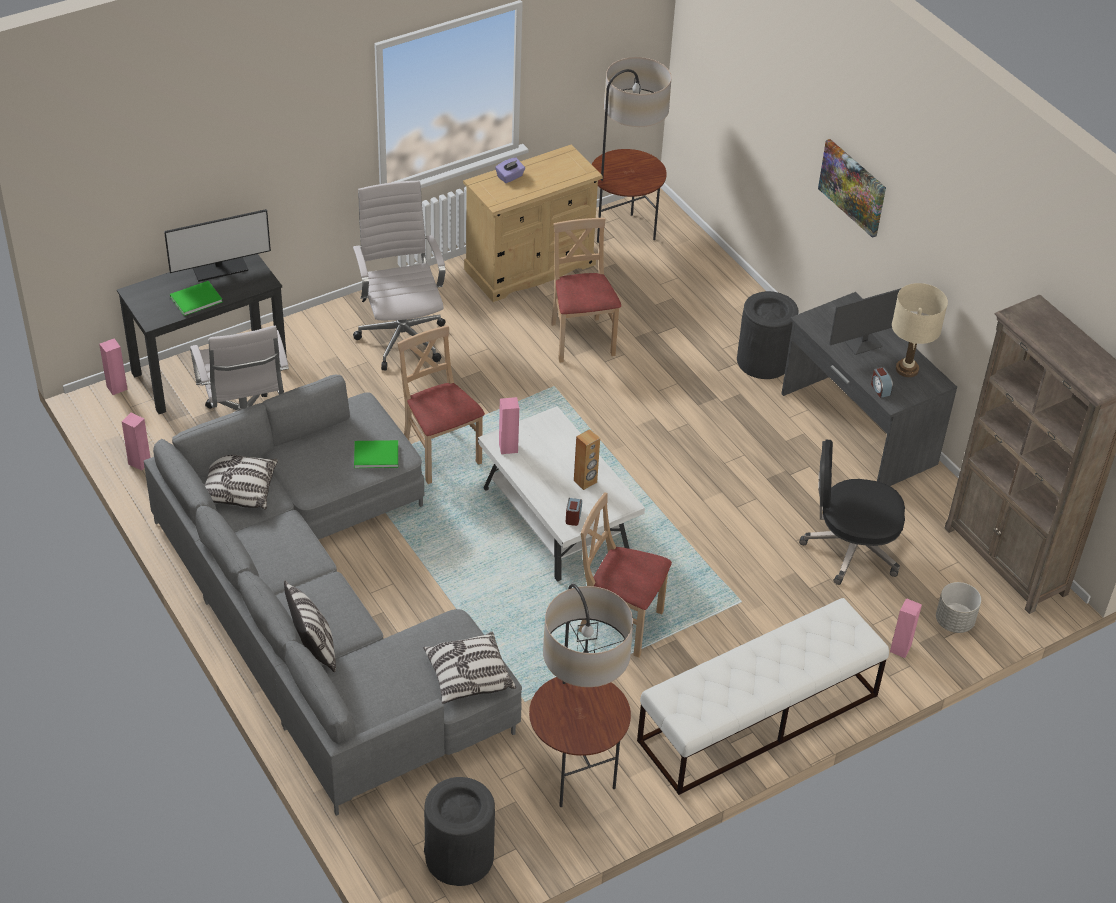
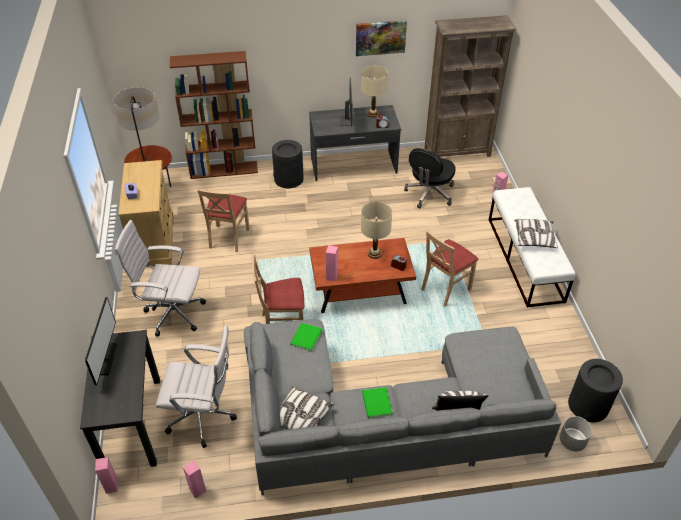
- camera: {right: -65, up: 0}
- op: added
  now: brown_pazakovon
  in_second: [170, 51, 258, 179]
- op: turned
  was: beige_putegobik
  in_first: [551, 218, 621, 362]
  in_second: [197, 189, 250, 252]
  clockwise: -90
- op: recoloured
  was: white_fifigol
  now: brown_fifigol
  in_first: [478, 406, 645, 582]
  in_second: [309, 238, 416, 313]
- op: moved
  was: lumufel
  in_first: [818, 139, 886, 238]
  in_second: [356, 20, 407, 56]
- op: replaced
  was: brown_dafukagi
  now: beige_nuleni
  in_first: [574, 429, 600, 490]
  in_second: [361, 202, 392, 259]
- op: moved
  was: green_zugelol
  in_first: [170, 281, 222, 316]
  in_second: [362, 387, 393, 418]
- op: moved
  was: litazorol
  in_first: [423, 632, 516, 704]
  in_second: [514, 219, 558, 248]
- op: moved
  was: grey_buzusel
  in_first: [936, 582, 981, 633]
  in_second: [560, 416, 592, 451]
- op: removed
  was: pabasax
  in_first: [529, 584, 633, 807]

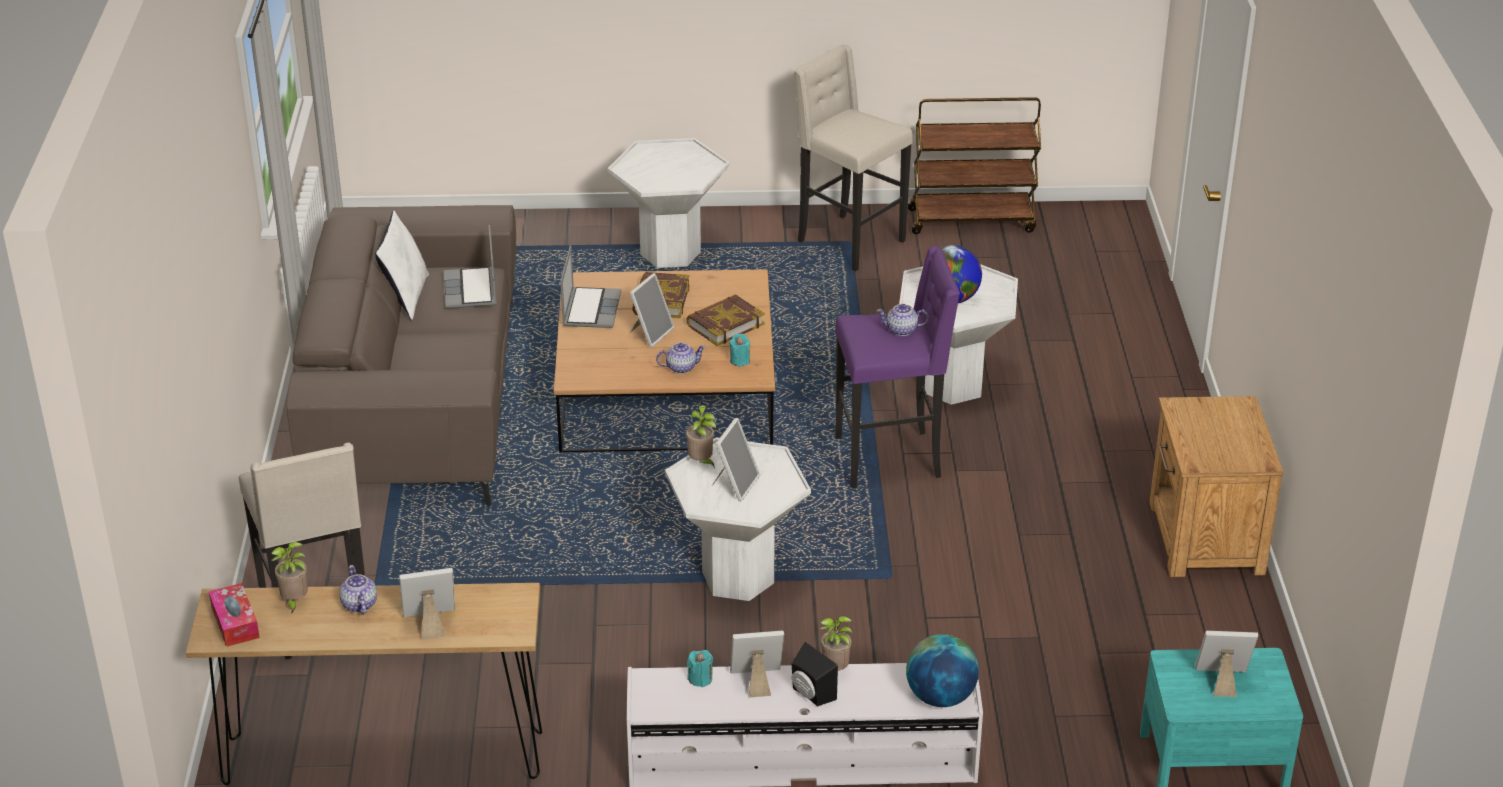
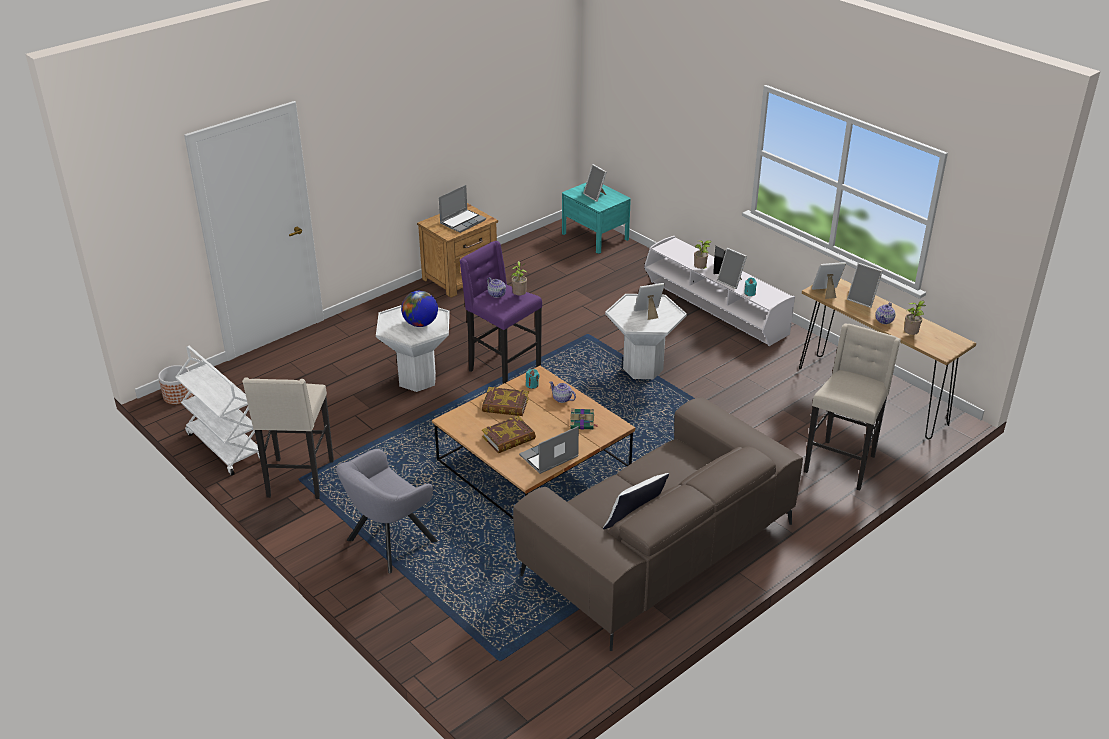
- camera: {right: -130, up: 0}
- op: added
  now: buzusel
  in_second: [158, 365, 193, 404]
- op: recoloured
  was: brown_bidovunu
  now: white_bidovunu
  in_first: [908, 97, 1041, 234]
  in_second: [176, 346, 260, 476]
- op: replaced
  was: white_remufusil
  now: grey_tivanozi
  in_first: [608, 138, 729, 268]
  in_second: [336, 449, 438, 574]
- op: moved
  was: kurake
  in_first: [444, 225, 496, 309]
  in_second: [439, 185, 486, 233]
- op: moved
  was: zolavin
  in_first: [686, 405, 716, 468]
  in_second: [511, 261, 528, 295]
- op: added
  now: zugelol
  in_second: [570, 409, 598, 430]
- op: moved
  was: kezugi
  in_first: [630, 273, 675, 347]
  in_second: [812, 262, 846, 299]
- op: removed
  was: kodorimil
  in_first: [209, 583, 260, 647]
- op: removed
  was: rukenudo
  in_first: [906, 634, 979, 707]

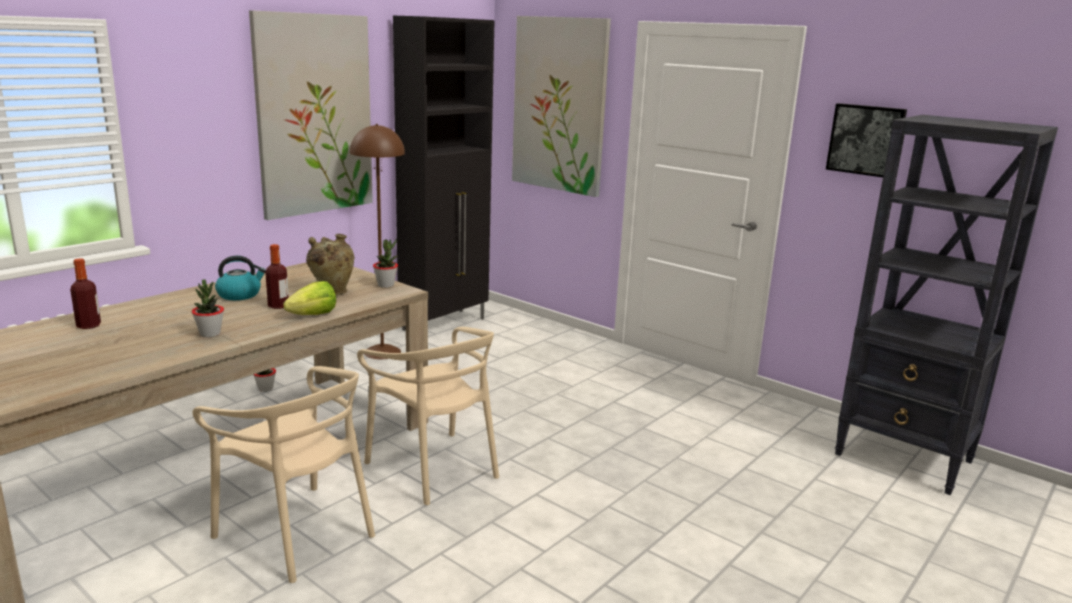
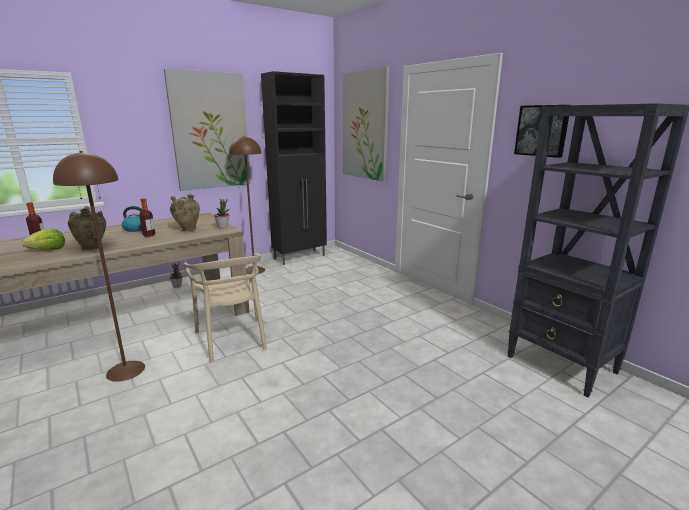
- camera: {right: 15, up: 0}
- op: moved
  was: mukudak
  in_first: [283, 281, 336, 315]
  in_second: [22, 228, 65, 250]
- op: replaced
  was: beige_putegobik
  now: brown_pabasax
  in_first: [193, 366, 375, 583]
  in_second: [53, 151, 145, 382]
- op: replaced
  was: zolavin
  now: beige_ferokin
  in_first: [192, 279, 224, 337]
  in_second: [68, 206, 106, 250]

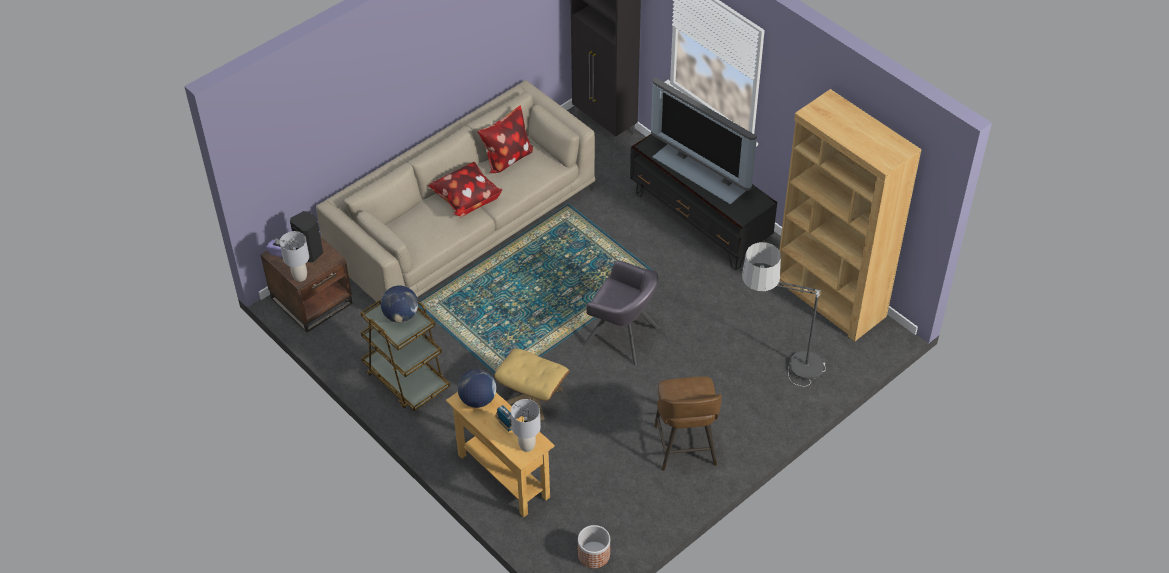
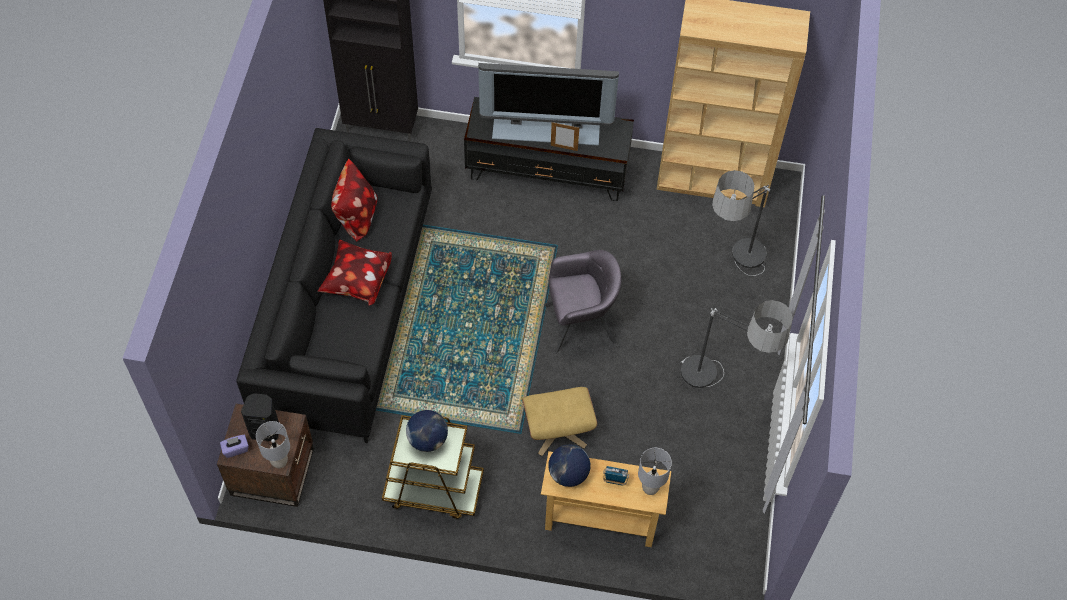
- camera: {right: -40, up: 10}
- op: recoloured
  was: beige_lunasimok
  now: black_lunasimok
  in_first: [316, 80, 595, 304]
  in_second: [236, 128, 432, 443]
- op: added
  now: kezugi
  in_second: [551, 122, 579, 151]
- op: replaced
  was: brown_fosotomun
  now: pabasax
  in_first: [654, 376, 722, 471]
  in_second: [681, 300, 793, 388]
- op: removed
  was: buzusel
  in_first: [578, 525, 610, 568]

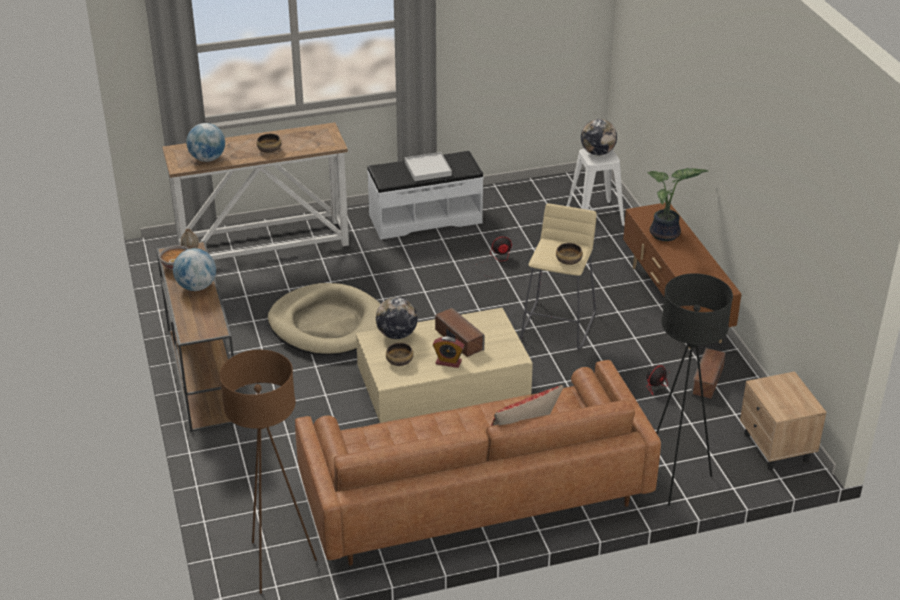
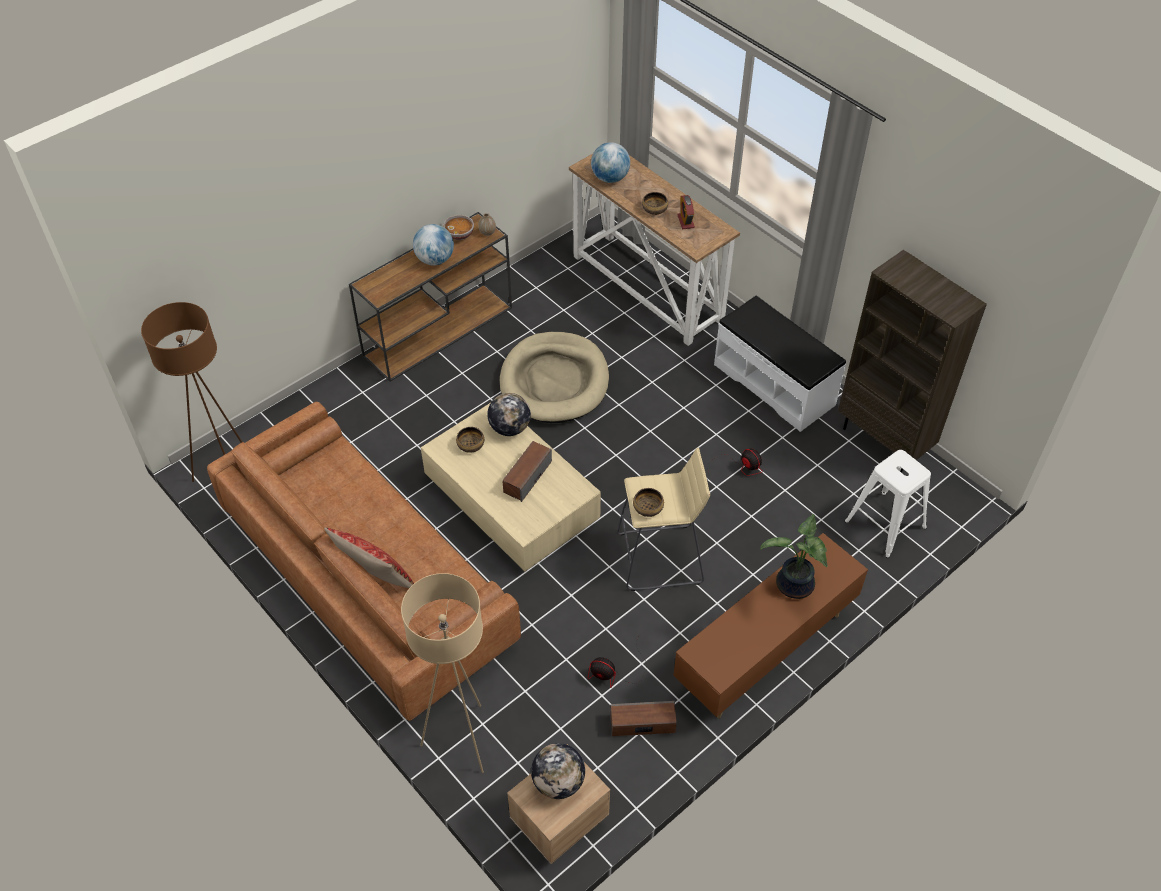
- camera: {right: 65, up: 15}
- op: recoloured
  was: black_pabasax
  now: beige_pabasax
  in_first: [656, 273, 733, 506]
  in_second: [401, 573, 484, 773]
- op: moved
  was: rukenudo
  in_first: [581, 119, 617, 155]
  in_second: [531, 743, 585, 799]
- op: moved
  was: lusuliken
  in_first: [433, 337, 465, 368]
  in_second: [677, 195, 695, 229]
- op: added
  now: brown_pazakovon
  in_second: [838, 250, 987, 473]
- op: removed
  was: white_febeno
  in_first: [405, 152, 452, 181]

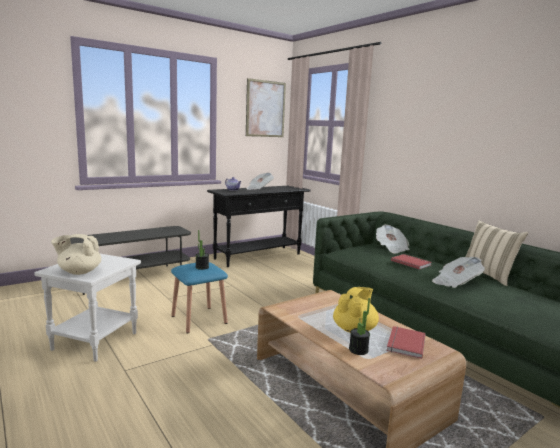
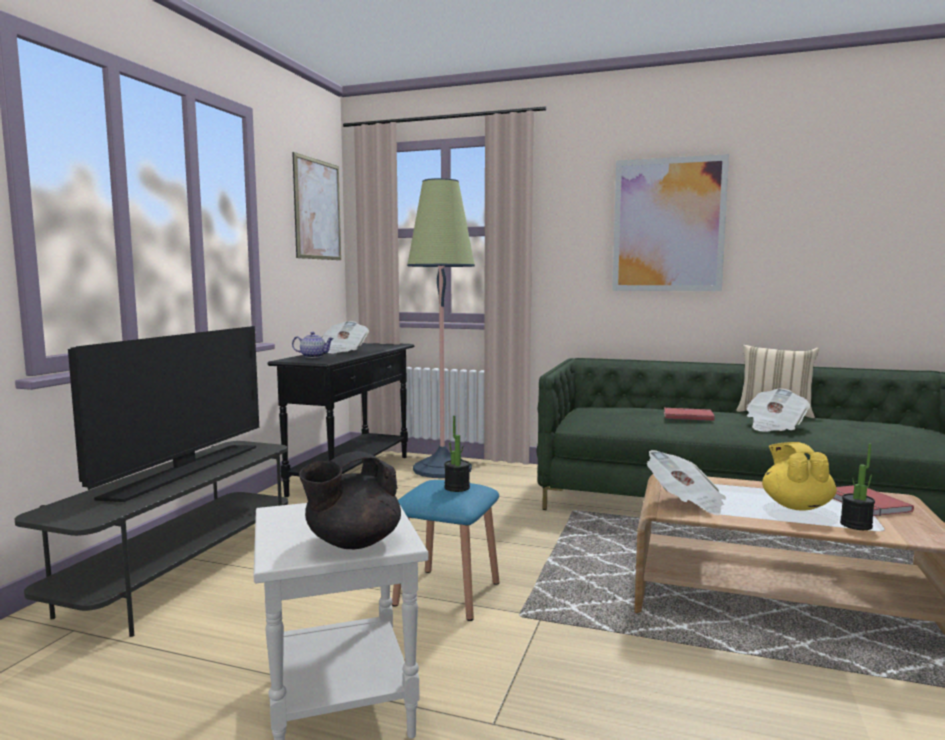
- camera: {right: -35, up: -5}
- op: added
  now: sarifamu
  in_second: [68, 326, 259, 502]
- op: recoloured
  was: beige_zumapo
  now: black_zumapo
  in_first: [51, 234, 101, 275]
  in_second: [299, 451, 401, 549]
- op: added
  now: pabasax
  in_second: [407, 178, 475, 478]
- op: added
  now: lumufel
  in_second: [612, 154, 729, 291]
- op: moved
  was: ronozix
  in_first: [376, 225, 410, 253]
  in_second: [647, 450, 726, 516]

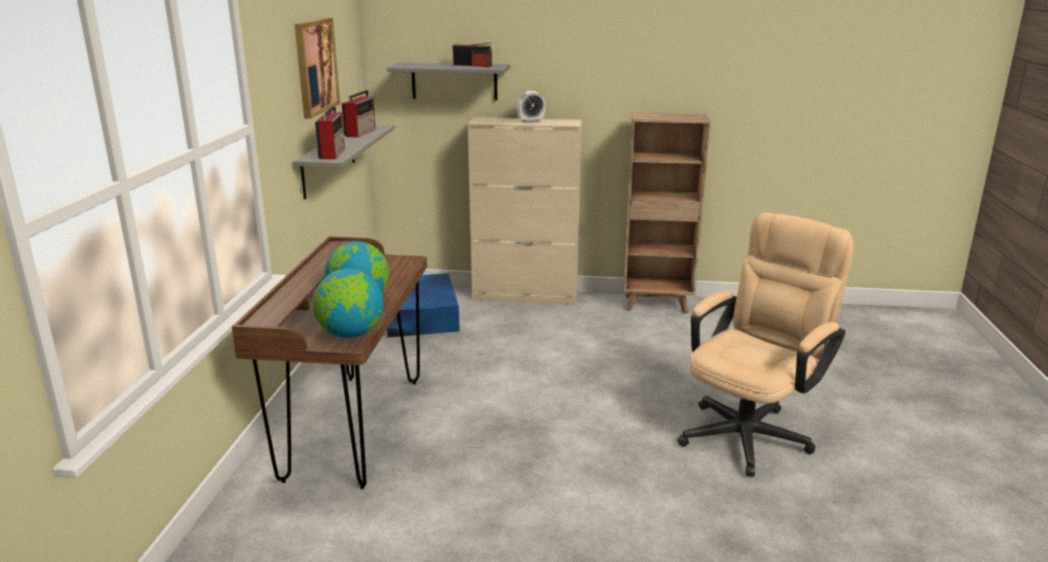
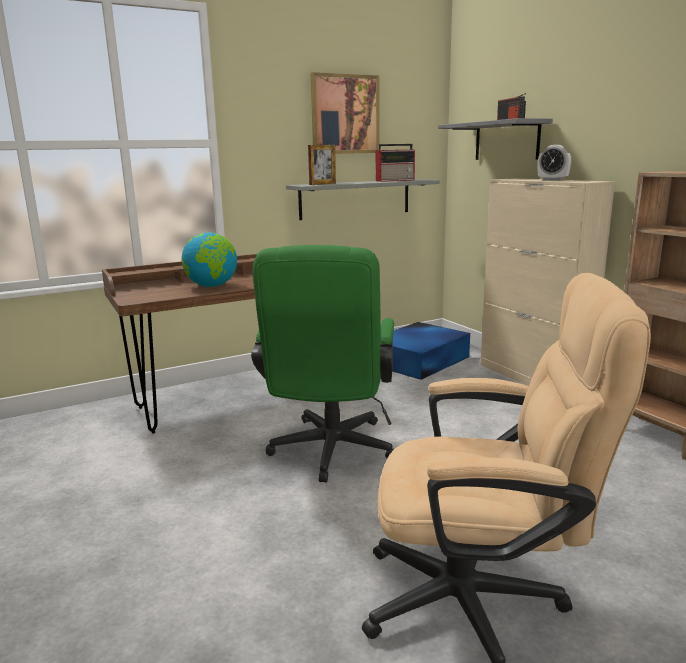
- camera: {right: 55, up: -5}
- op: added
  now: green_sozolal
  in_second: [251, 245, 394, 482]
- op: replaced
  was: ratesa
  now: kezugi
  in_first: [315, 106, 345, 159]
  in_second: [308, 145, 336, 185]
- op: removed
  was: rukenudo
  in_first: [313, 269, 384, 338]

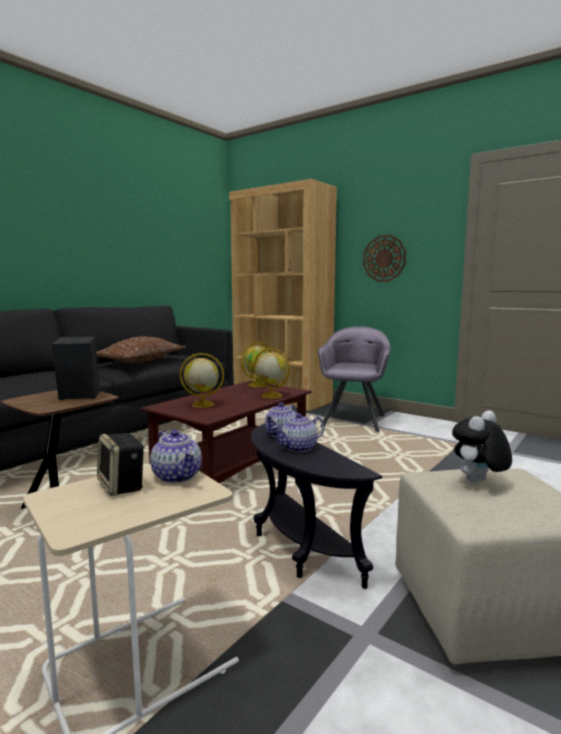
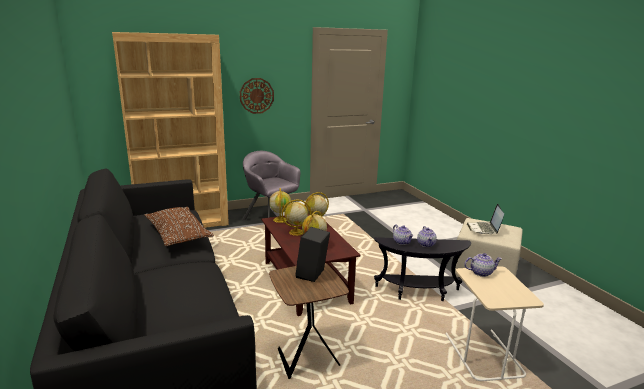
- camera: {right: -60, up: 10}
- op: added
  now: rukenudo
  in_second: [282, 199, 311, 236]
- op: replaced
  was: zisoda
  now: kurake
  in_first: [452, 410, 512, 484]
  in_second: [467, 204, 504, 234]
- op: removed
  was: dafukagi
  in_first: [97, 433, 145, 496]

